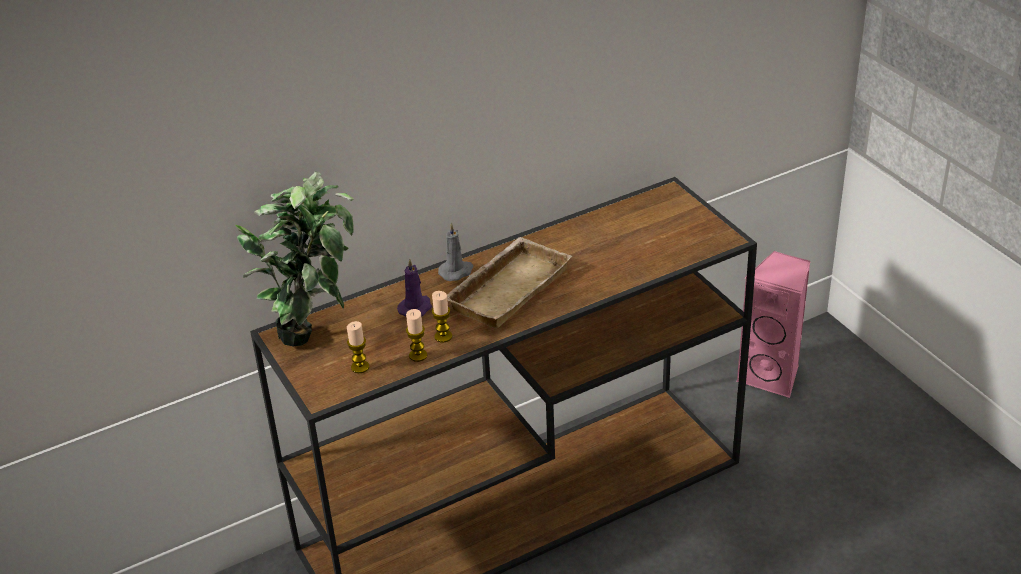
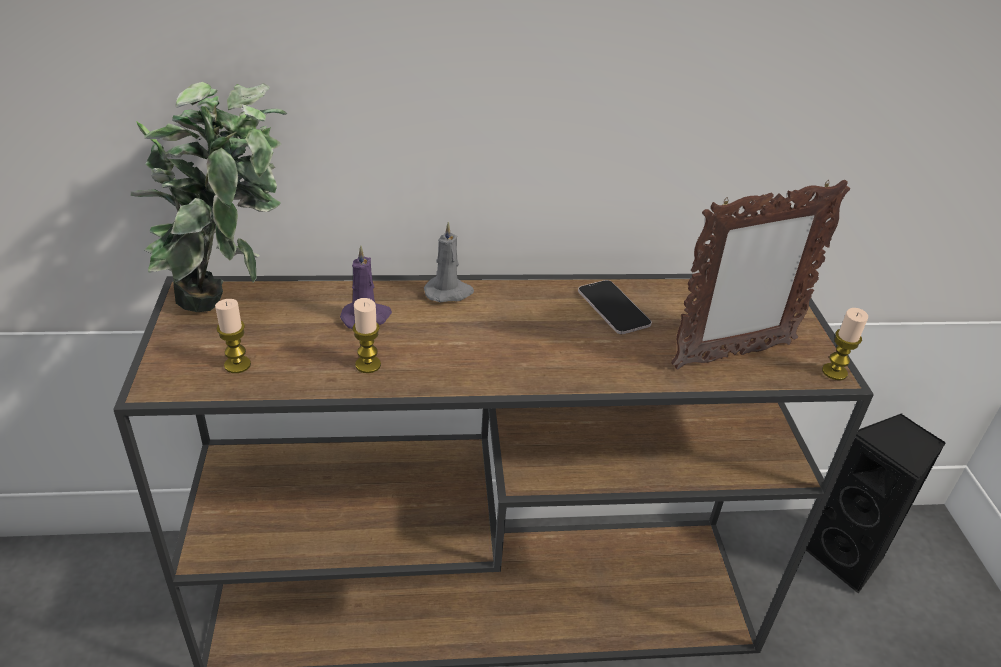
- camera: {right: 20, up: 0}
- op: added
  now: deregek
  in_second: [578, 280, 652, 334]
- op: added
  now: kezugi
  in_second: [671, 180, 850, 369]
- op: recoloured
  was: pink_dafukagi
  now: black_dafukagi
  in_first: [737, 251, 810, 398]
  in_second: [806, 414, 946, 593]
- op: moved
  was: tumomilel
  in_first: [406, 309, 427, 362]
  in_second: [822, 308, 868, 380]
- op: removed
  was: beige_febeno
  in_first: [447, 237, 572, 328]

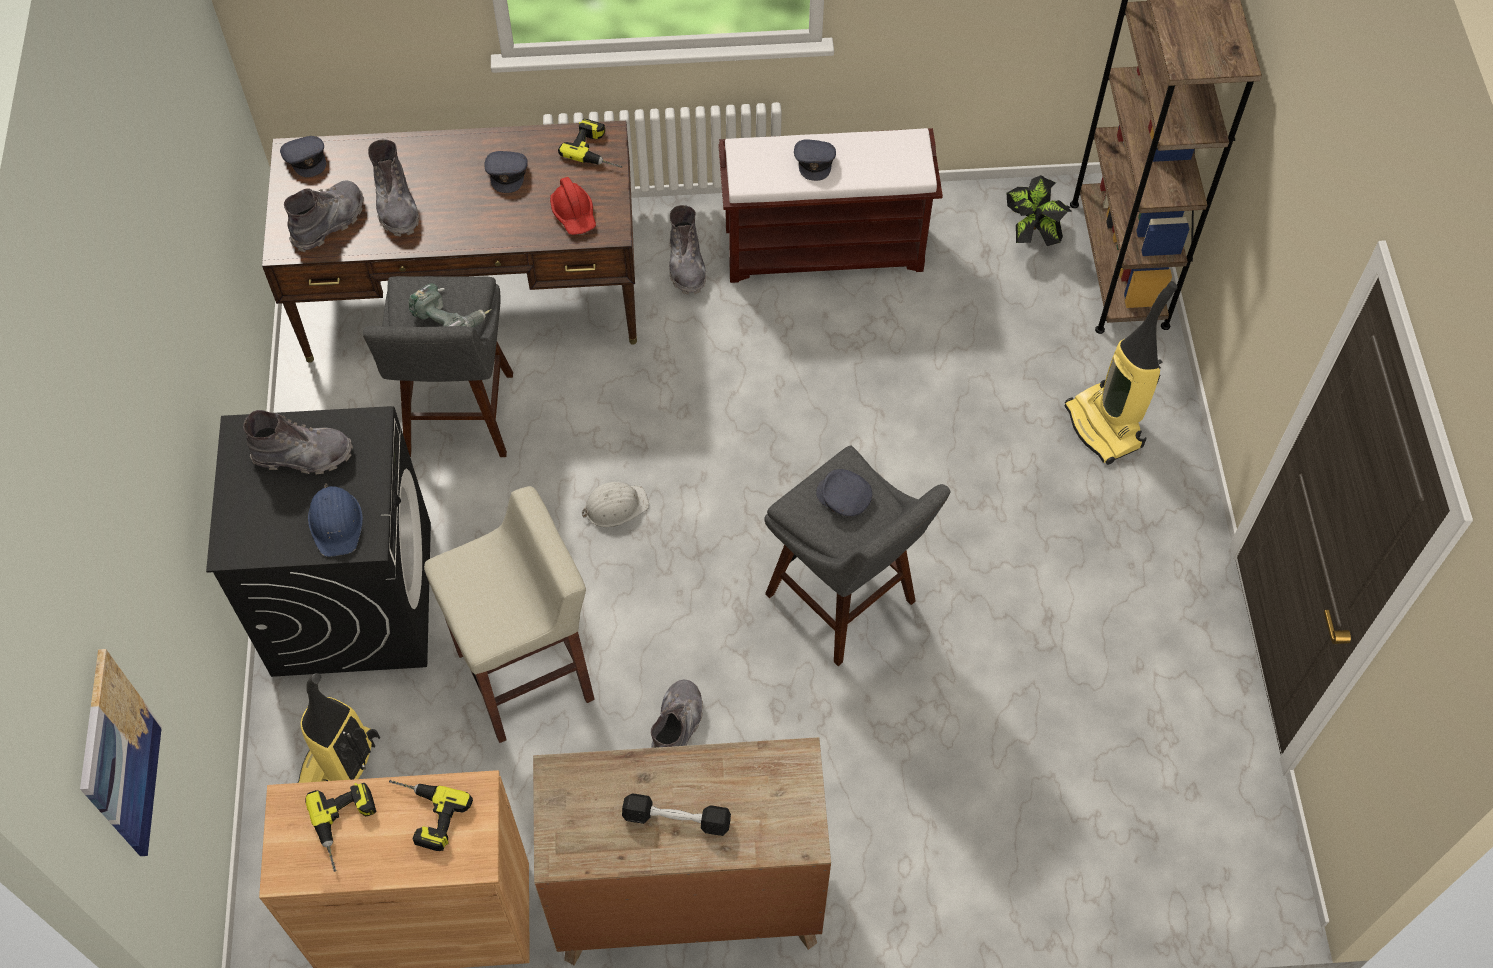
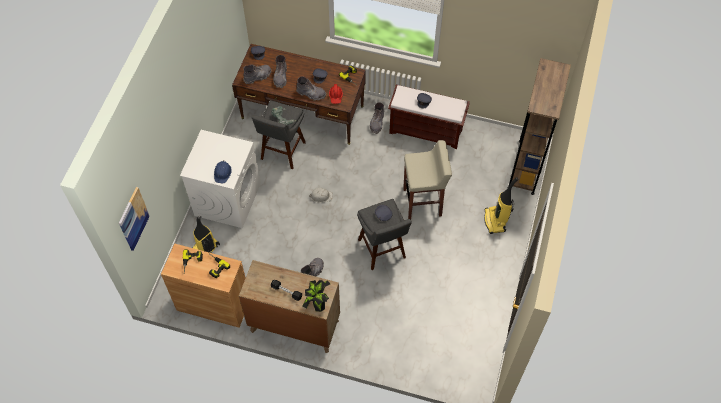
- camera: {right: 20, up: 0}
- op: recoloured
  was: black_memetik
  now: white_memetik
  in_first: [206, 406, 431, 677]
  in_second: [180, 130, 261, 228]
- op: moved
  was: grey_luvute
  in_first: [243, 410, 353, 474]
  in_second: [296, 76, 326, 101]
- op: moved
  was: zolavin
  in_first: [1006, 175, 1072, 246]
  in_second: [302, 280, 330, 312]
- op: moved
  was: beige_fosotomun
  in_first: [424, 486, 595, 743]
  in_second: [403, 140, 452, 219]

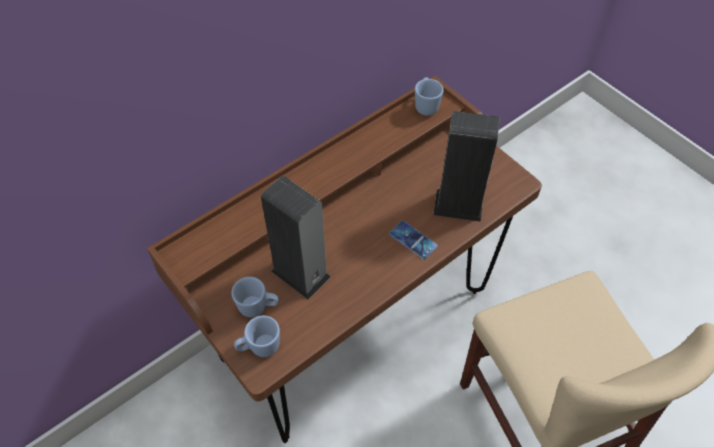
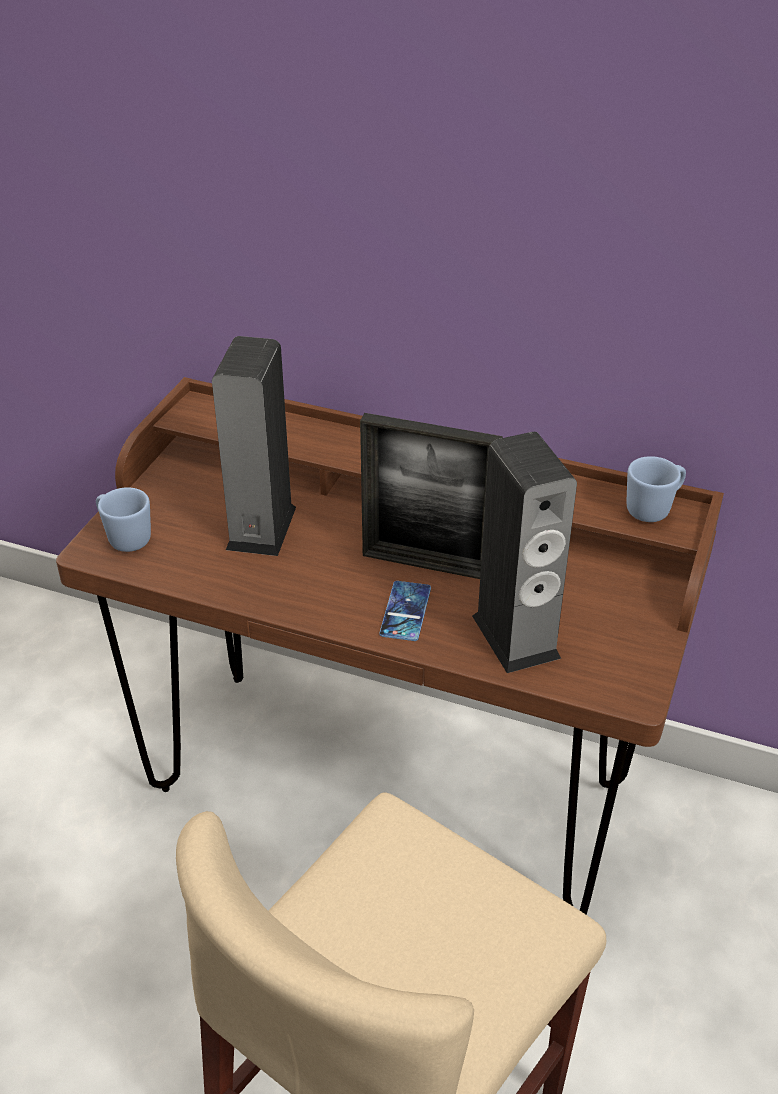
- camera: {right: 60, up: -15}
- op: added
  now: kezugi
  in_second: [360, 413, 503, 579]
- op: removed
  was: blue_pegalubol
  in_first: [231, 277, 279, 317]

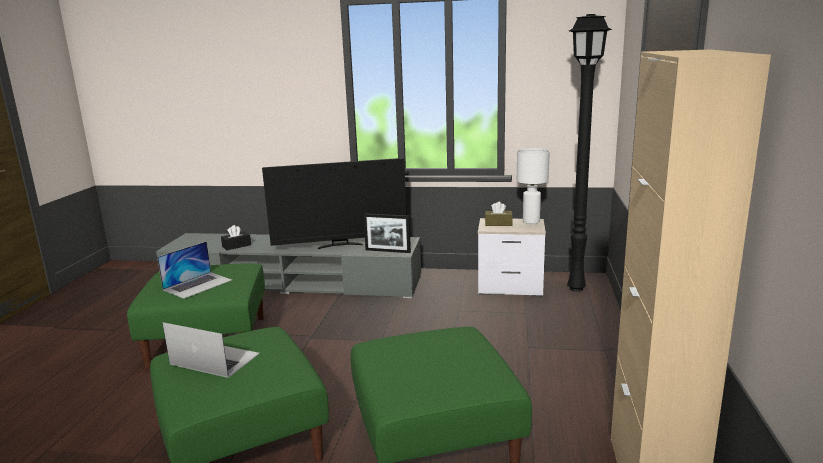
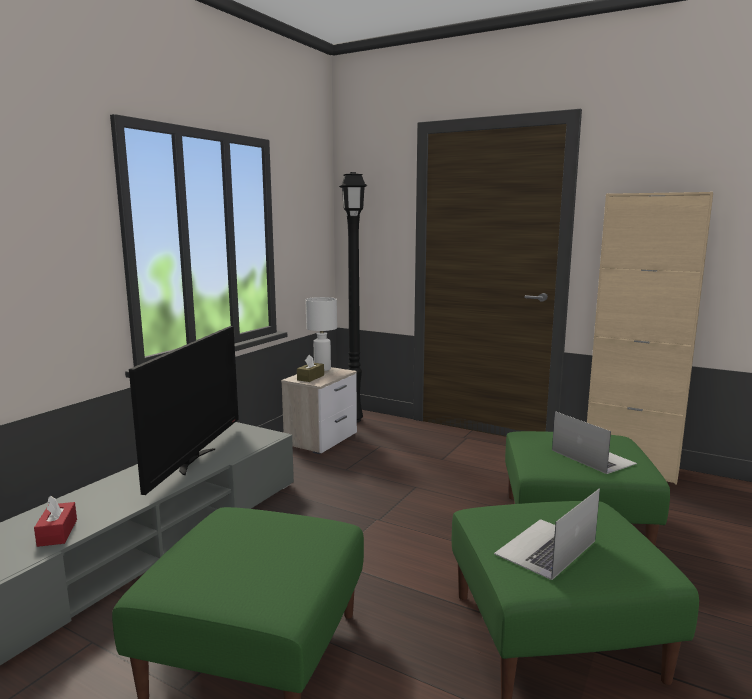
- camera: {right: -70, up: -5}
- op: recoloured
  was: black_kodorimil
  now: red_kodorimil
  in_first: [221, 225, 251, 250]
  in_second: [34, 495, 77, 547]
- op: moved
  was: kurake
  in_first: [157, 241, 232, 299]
  in_second: [552, 411, 637, 474]
- op: removed
  was: kezugi
  in_first: [363, 213, 411, 253]

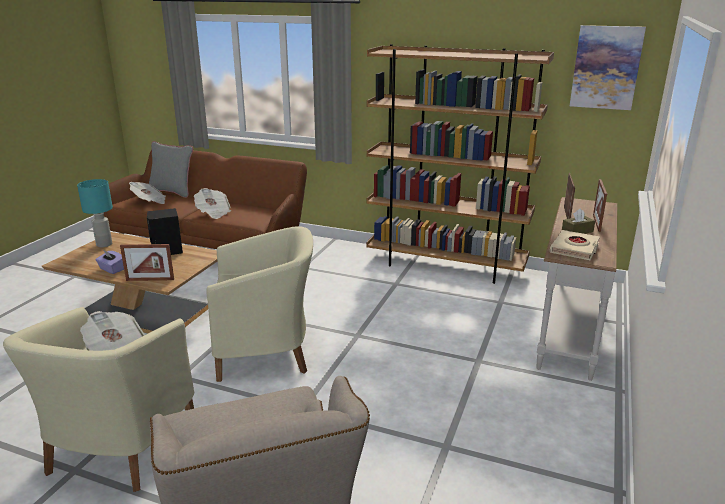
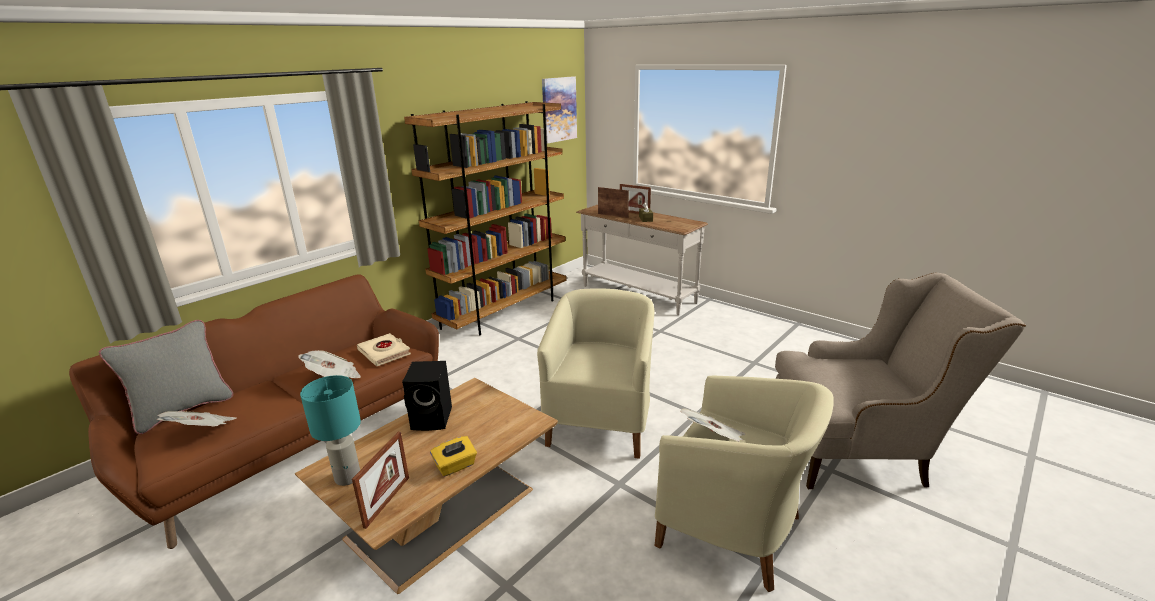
- camera: {right: -70, up: 0}
- op: moved
  was: kezugi
  in_first: [120, 244, 174, 281]
  in_second: [352, 432, 409, 529]
- op: moved
  was: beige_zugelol
  in_first: [550, 230, 600, 260]
  in_second: [357, 333, 411, 366]
- op: recoloured
  was: purple_kodorimil
  now: yellow_kodorimil
  in_first: [96, 250, 124, 274]
  in_second: [430, 436, 477, 477]

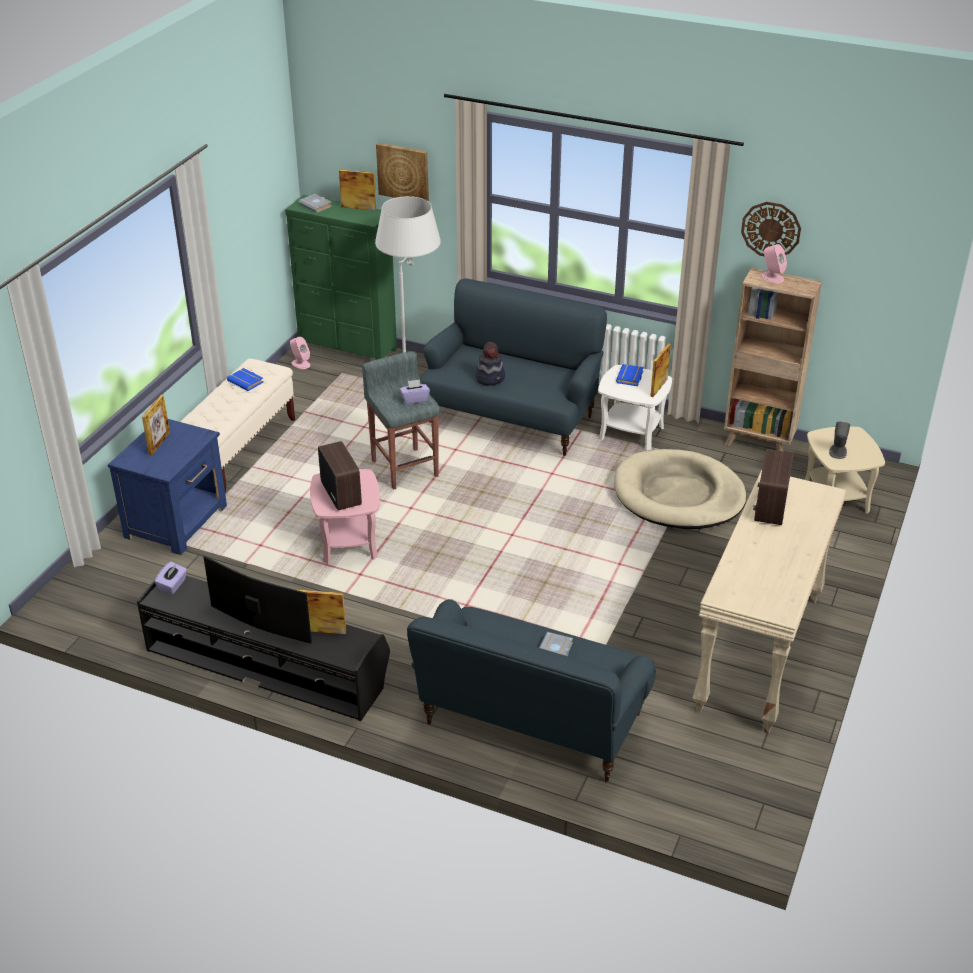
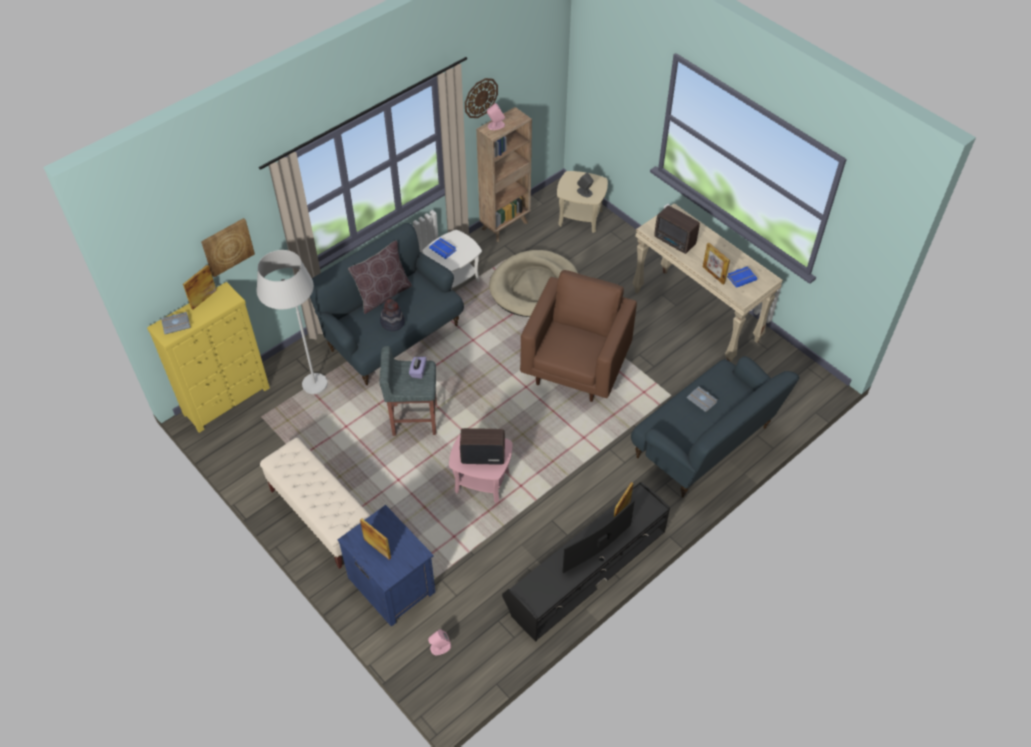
- camera: {right: -65, up: 15}
- op: recoloured
  was: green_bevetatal
  now: yellow_bevetatal
  in_first: [285, 195, 397, 360]
  in_second: [147, 282, 270, 433]
- op: added
  now: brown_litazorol
  in_second: [348, 240, 412, 314]
- op: moved
  was: pink_dafukagi
  in_first: [290, 337, 311, 369]
  in_second: [428, 629, 451, 655]
- op: added
  now: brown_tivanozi
  in_second: [520, 270, 637, 402]
- op: moved
  was: kezugi
  in_first: [650, 344, 671, 397]
  in_second: [703, 243, 730, 284]
- op: moved
  was: blue_zugelol
  in_first: [227, 368, 263, 391]
  in_second: [727, 266, 757, 288]
- op: removed
  was: purple_kodorimil
  in_first: [154, 562, 187, 595]

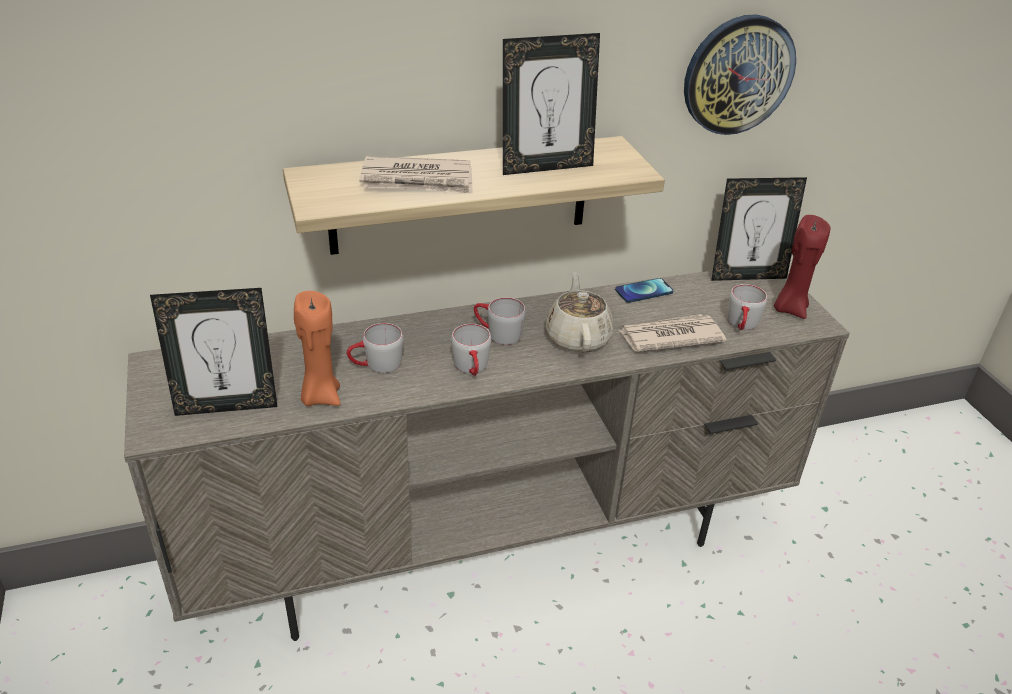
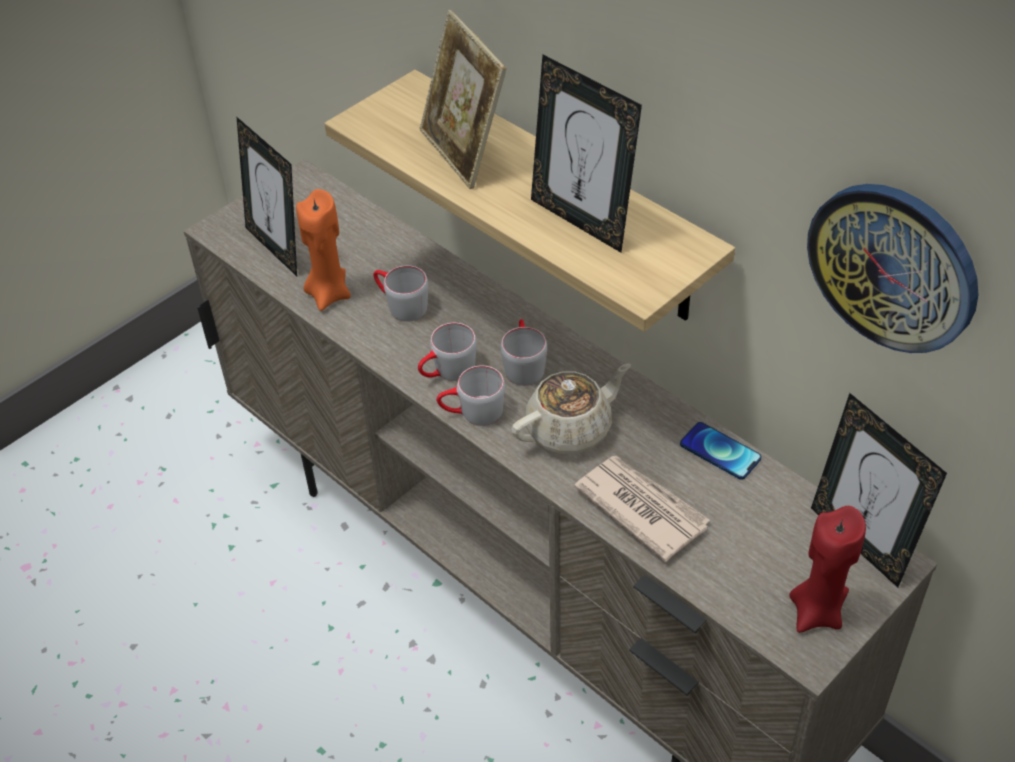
- camera: {right: 65, up: 10}
- op: replaced
  was: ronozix
  now: kezugi
  in_first: [359, 156, 473, 193]
  in_second: [420, 10, 507, 189]
- op: moved
  was: grey_pegalubol
  in_first: [727, 284, 767, 330]
  in_second: [437, 365, 505, 426]

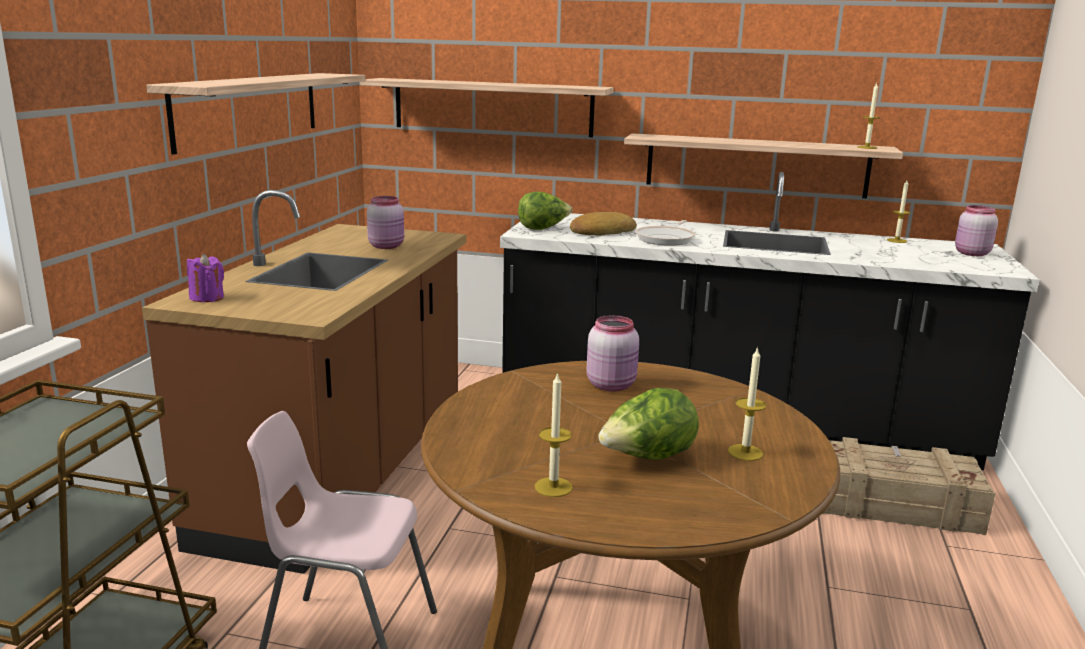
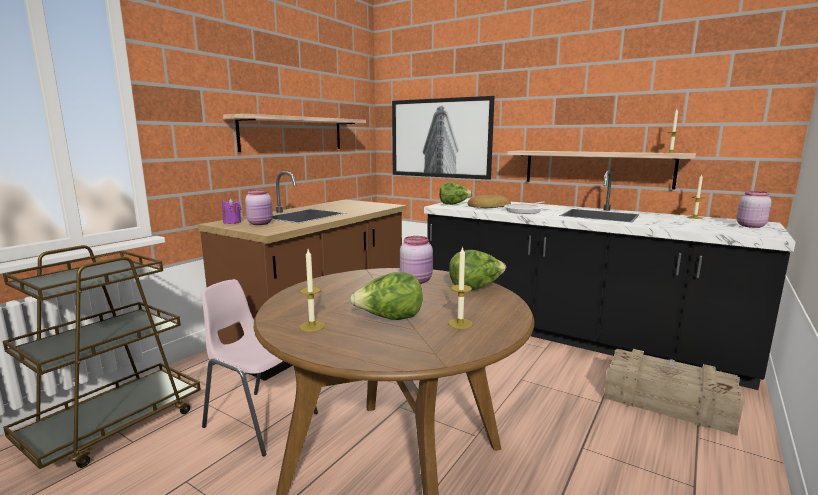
- camera: {right: 20, up: -5}
- op: moved
  was: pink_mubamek
  in_first: [367, 196, 404, 249]
  in_second: [245, 189, 273, 225]
- op: replaced
  was: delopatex
  now: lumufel
  in_first: [360, 78, 614, 137]
  in_second: [392, 96, 495, 180]
- op: added
  now: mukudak
  in_second: [449, 250, 506, 290]

